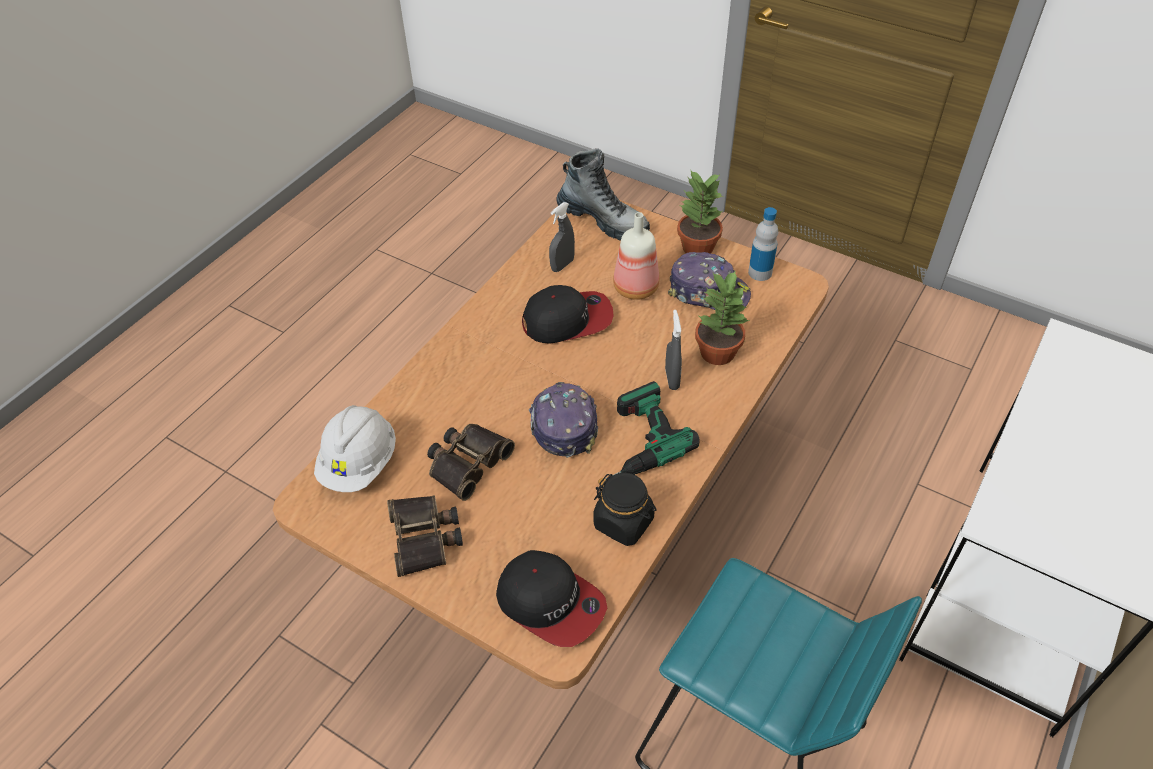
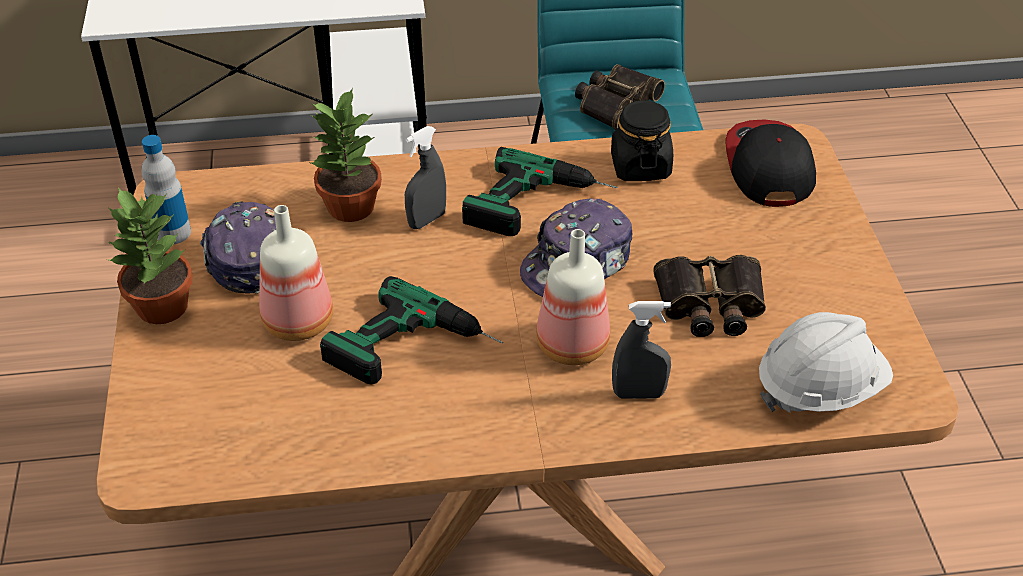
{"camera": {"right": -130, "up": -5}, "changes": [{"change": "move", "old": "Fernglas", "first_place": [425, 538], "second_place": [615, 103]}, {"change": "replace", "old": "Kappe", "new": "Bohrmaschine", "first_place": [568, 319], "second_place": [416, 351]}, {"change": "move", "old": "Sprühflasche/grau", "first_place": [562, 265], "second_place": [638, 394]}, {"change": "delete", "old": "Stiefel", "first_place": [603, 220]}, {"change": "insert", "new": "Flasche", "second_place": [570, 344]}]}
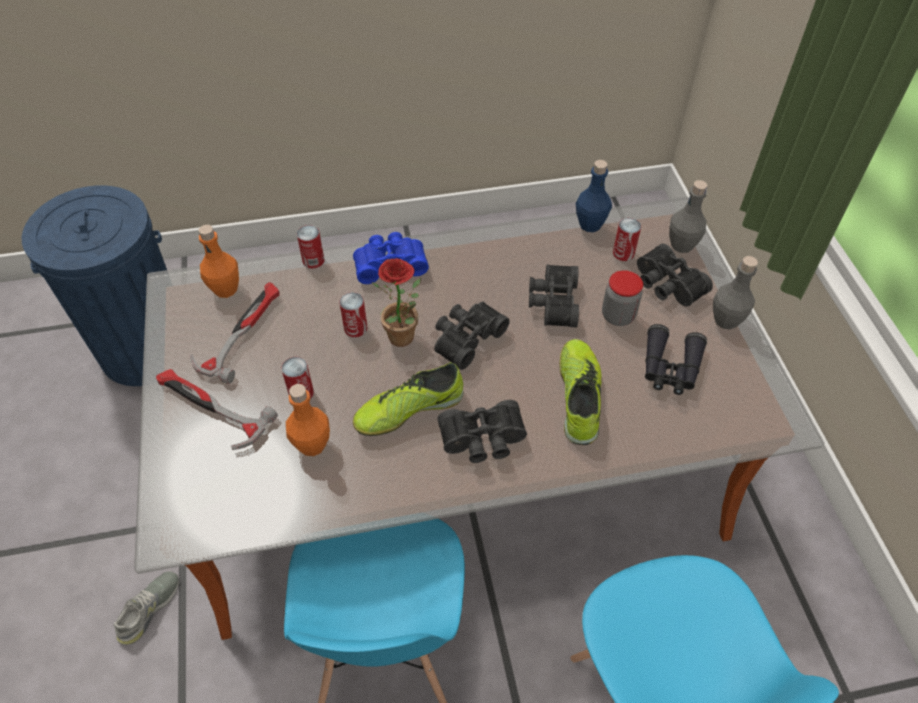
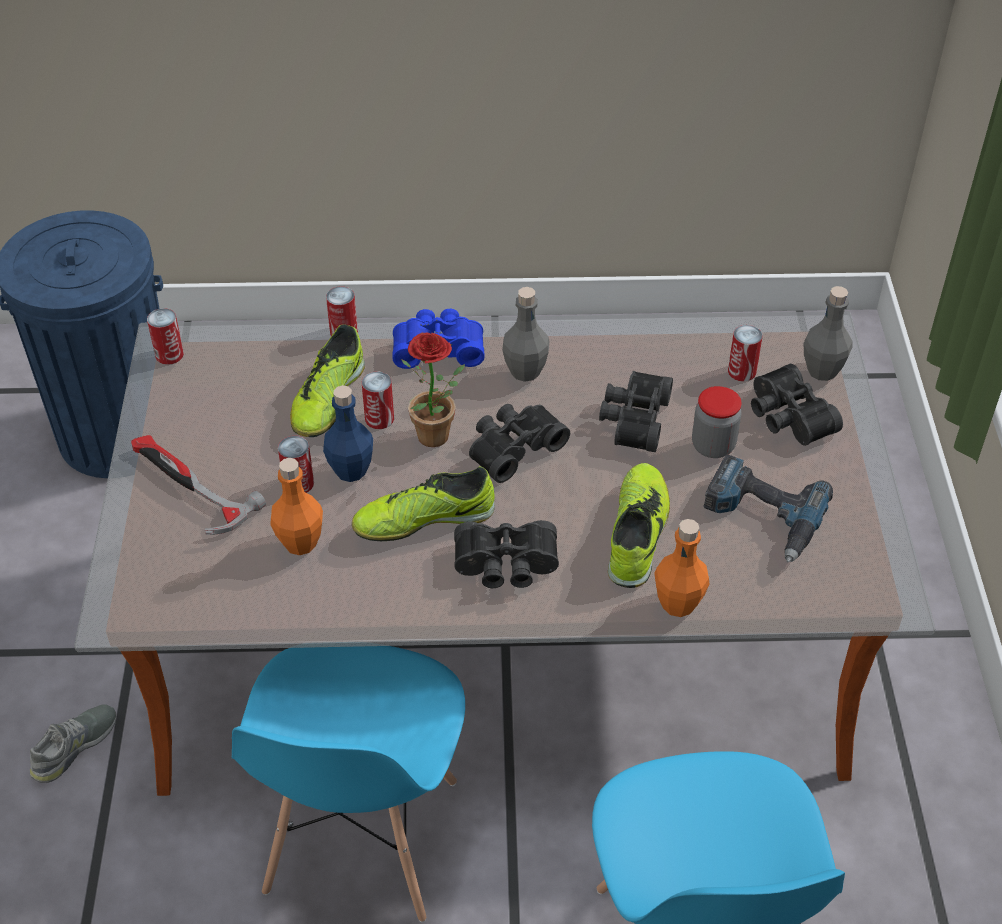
{"camera": {"right": 10, "up": -5}, "changes": [{"change": "delete", "old": "Hammer", "first_place": [241, 332]}, {"change": "move", "old": "Flasche/orange", "first_place": [225, 289], "second_place": [678, 603]}, {"change": "move", "old": "Flasche/blau", "first_place": [590, 225], "second_place": [351, 470]}, {"change": "replace", "old": "Fernglas/schwarz", "new": "Bohrmaschine", "first_place": [670, 368], "second_place": [762, 516]}, {"change": "move", "old": "Flasche/grau", "first_place": [726, 320], "second_place": [525, 371]}, {"change": "insert", "new": "Dose", "second_place": [169, 354]}, {"change": "insert", "new": "Schuh", "second_place": [328, 399]}]}
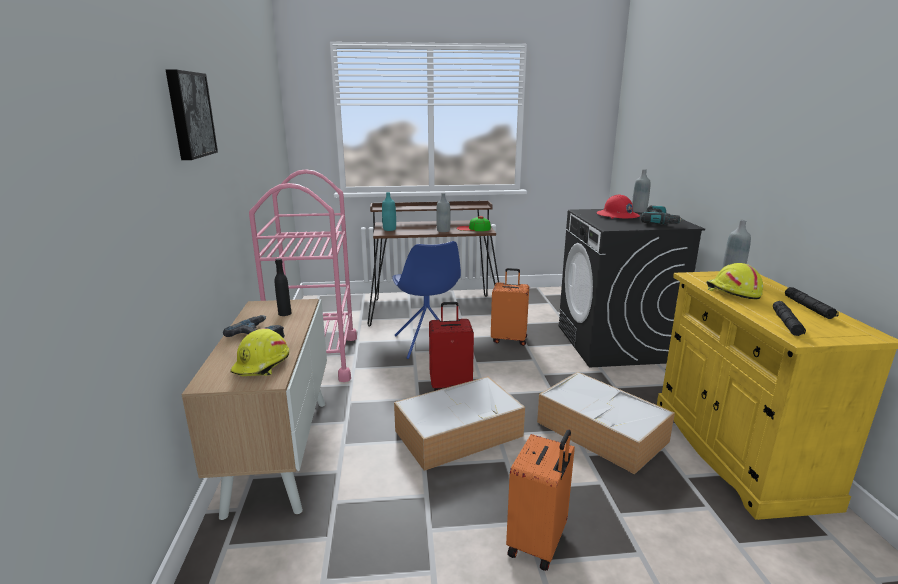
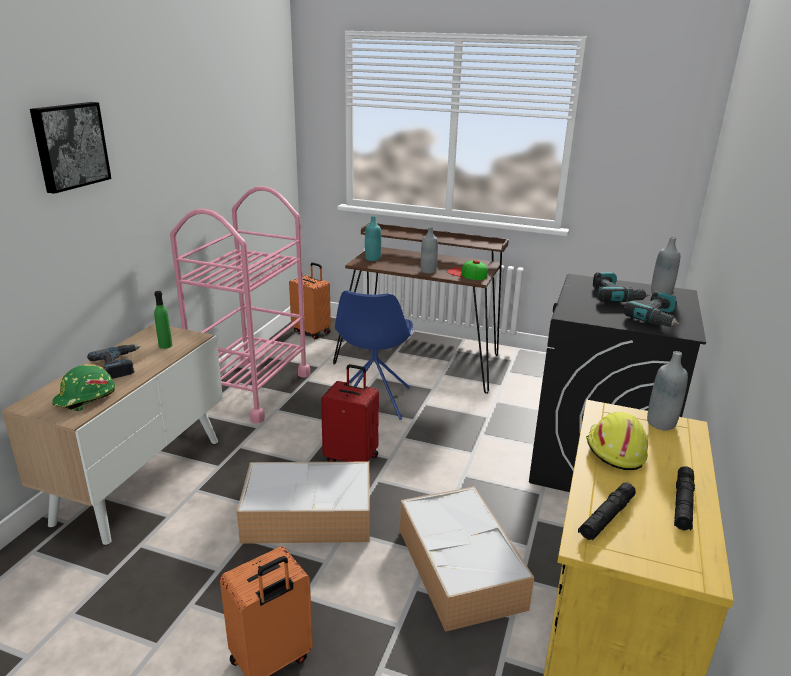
{"camera": {"right": 25, "up": 5}, "changes": [{"change": "recolor", "old": "Schutzhelm/gelb", "new": "Schutzhelm/grün", "first_place": [262, 365], "second_place": [85, 398]}, {"change": "recolor", "old": "Flasche/schwarz", "new": "Flasche/grün", "first_place": [284, 313], "second_place": [165, 345]}, {"change": "move", "old": "Koffer/orange", "first_place": [509, 339], "second_place": [312, 331]}, {"change": "replace", "old": "Schutzhelm/rot", "new": "Bohrmaschine", "first_place": [617, 216], "second_place": [615, 296]}]}
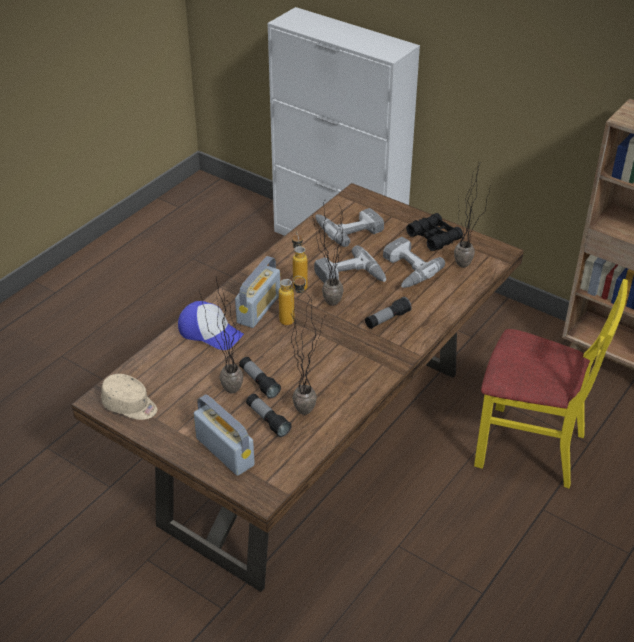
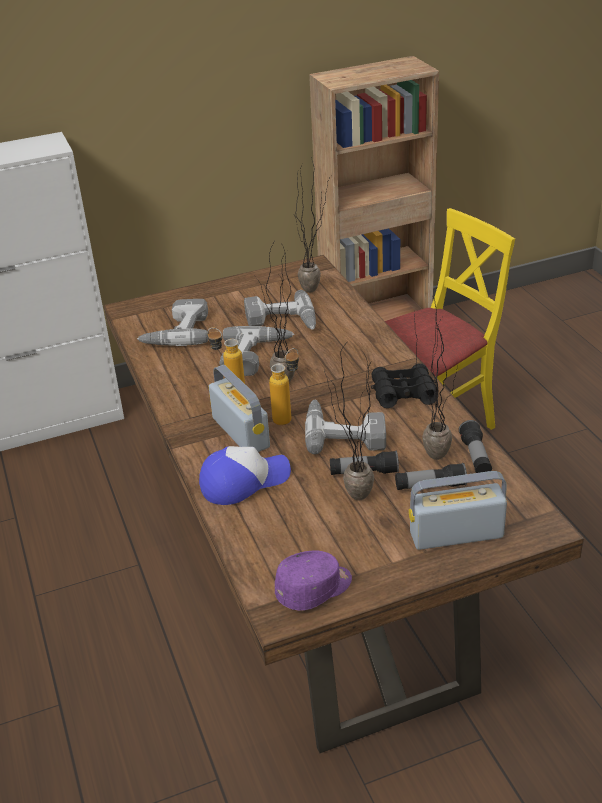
{"camera": {"right": -55, "up": -5}, "changes": [{"change": "recolor", "old": "Kappe/beige", "new": "Kappe/lila", "first_place": [130, 406], "second_place": [314, 589]}, {"change": "move", "old": "Taschenlampe", "first_place": [387, 319], "second_place": [475, 457]}, {"change": "move", "old": "Fernglas/schwarz", "first_place": [434, 237], "second_place": [403, 393]}, {"change": "insert", "new": "Bohrmaschine", "second_place": [345, 432]}]}
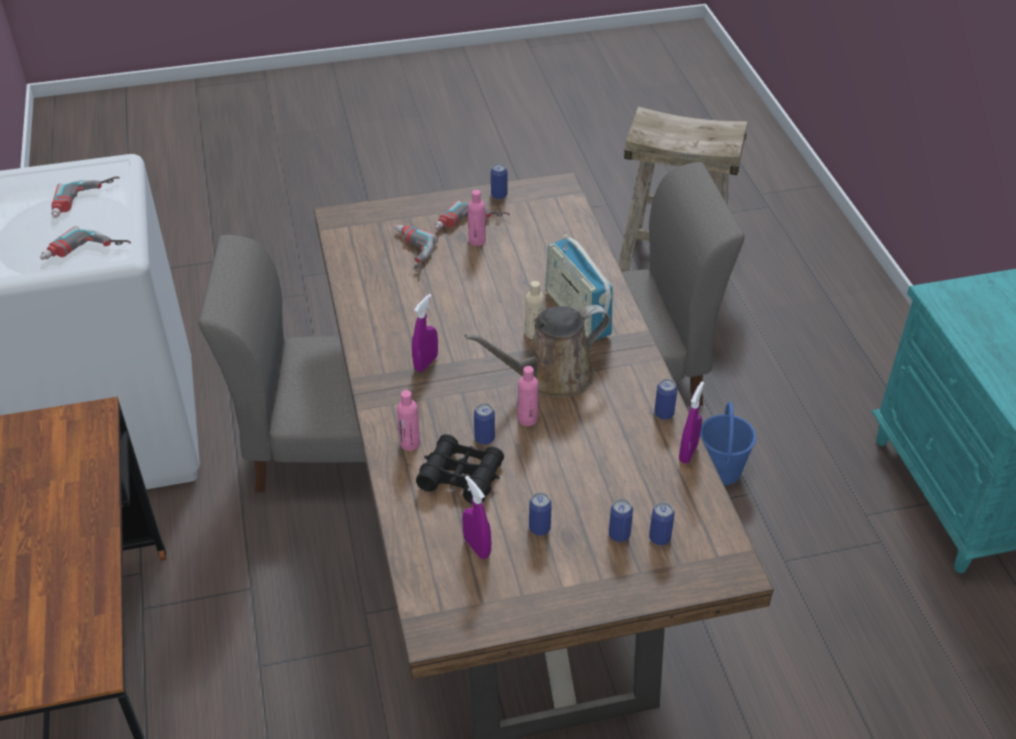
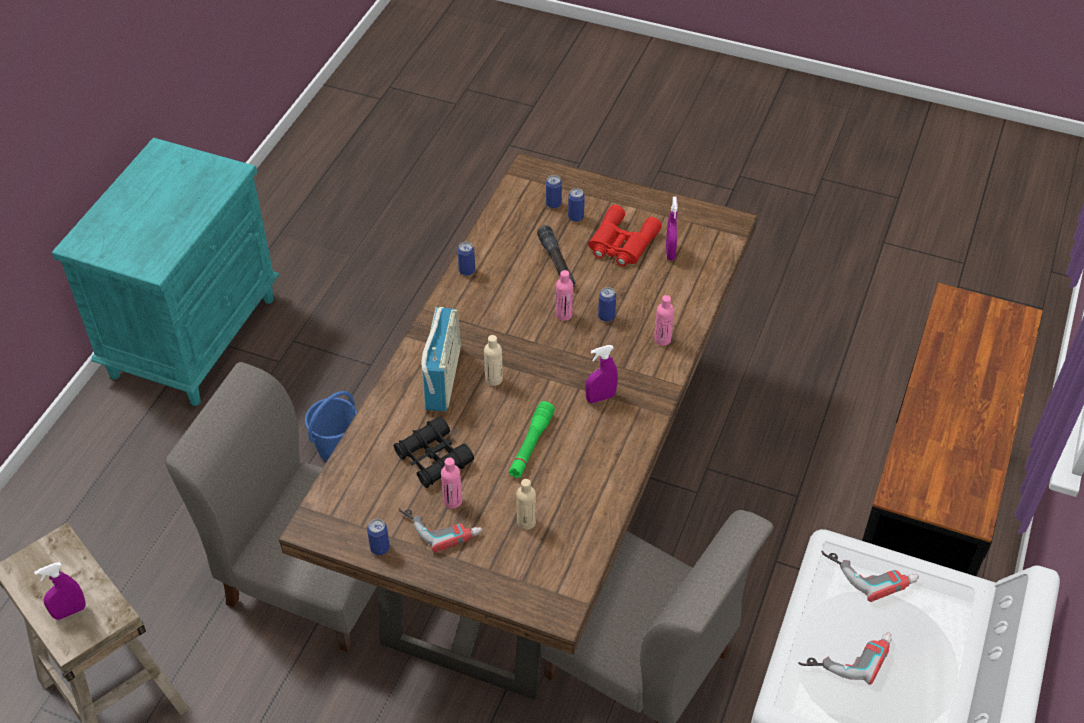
{"camera": {"right": -145, "up": 5}, "changes": [{"change": "replace", "old": "Bohrmaschine", "new": "Flasche/beige", "first_place": [408, 253], "second_place": [526, 522]}, {"change": "move", "old": "Fernglas/schwarz", "first_place": [461, 476], "second_place": [433, 459]}, {"change": "delete", "old": "Gießkanne/braun", "first_place": [551, 377]}, {"change": "replace", "old": "Dose", "new": "Fernglas/rot", "first_place": [539, 528], "second_place": [621, 244]}, {"change": "move", "old": "Sprühflasche/lila", "first_place": [688, 453], "second_place": [70, 611]}, {"change": "insert", "new": "Taschenlampe/grün", "second_place": [531, 445]}, {"change": "insert", "new": "Taschenlampe/schwarz", "second_place": [556, 263]}]}
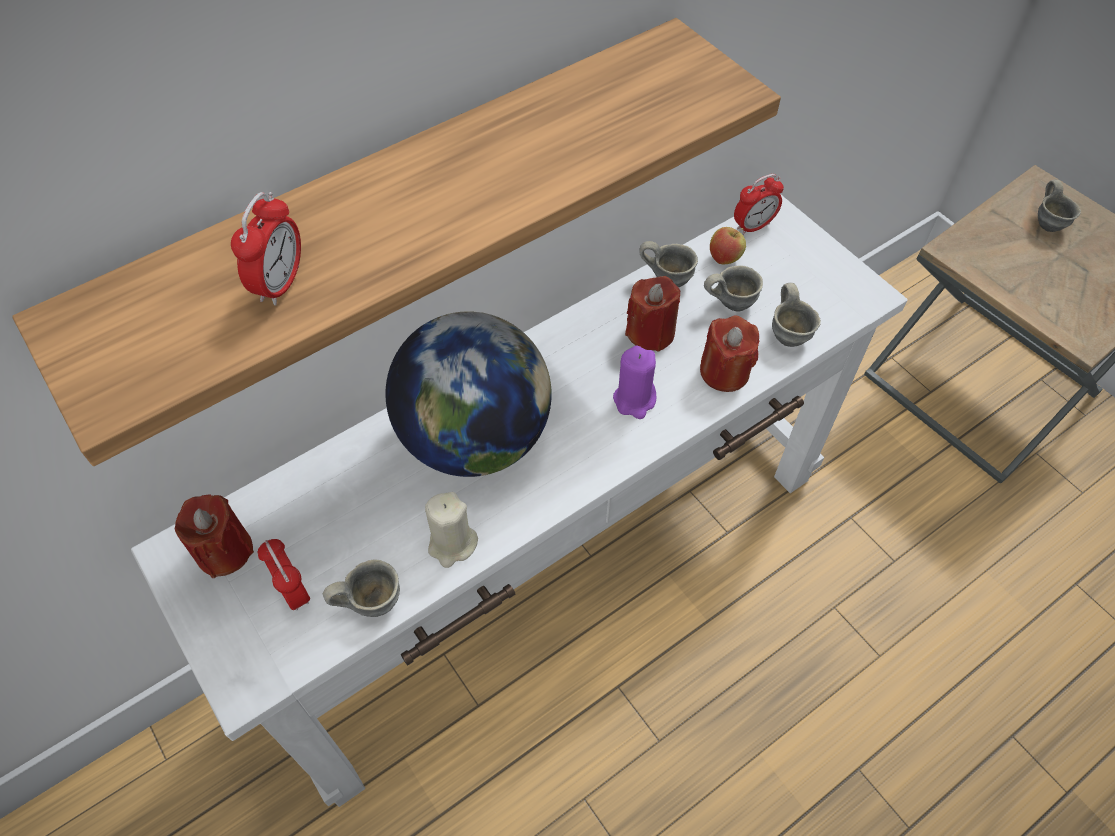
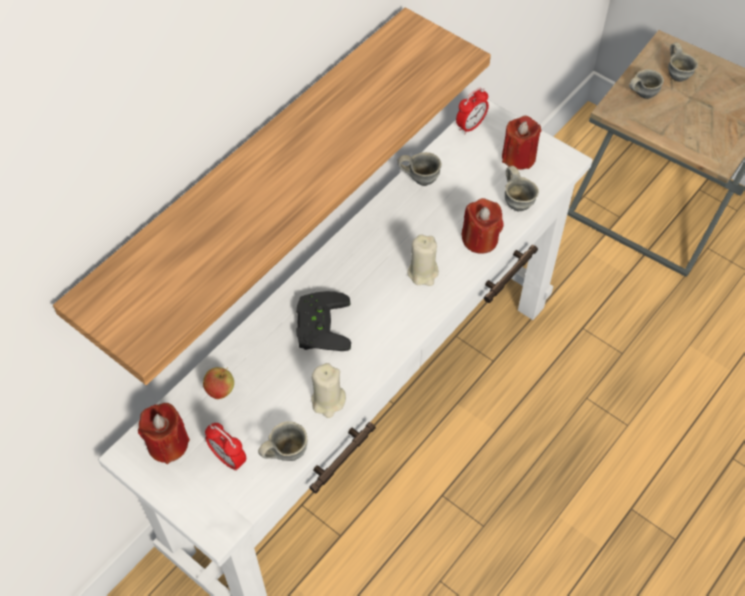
{"camera": {"right": -15, "up": 0}, "changes": [{"change": "delete", "old": "Wecker", "first_place": [280, 283]}, {"change": "replace", "old": "Globus", "new": "Gamepad/schwarz", "first_place": [475, 438], "second_place": [319, 325]}, {"change": "recolor", "old": "Kerze/lila", "new": "Kerze/beige", "first_place": [634, 400], "second_place": [423, 273]}, {"change": "move", "old": "Kerze/rot", "first_place": [650, 332], "second_place": [518, 157]}, {"change": "move", "old": "Henkelbecher/grau", "first_place": [730, 302], "second_place": [641, 94]}, {"change": "move", "old": "Apfel", "first_place": [724, 259], "second_place": [220, 391]}]}
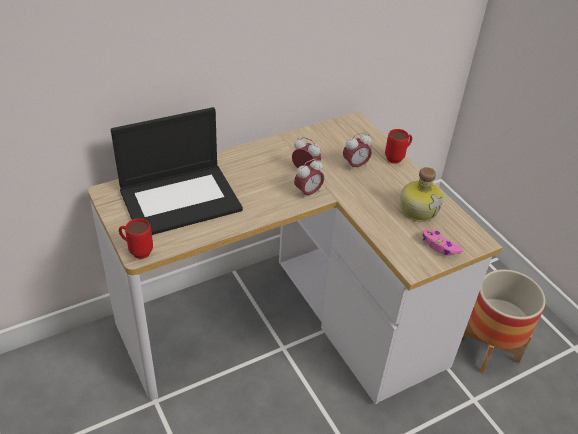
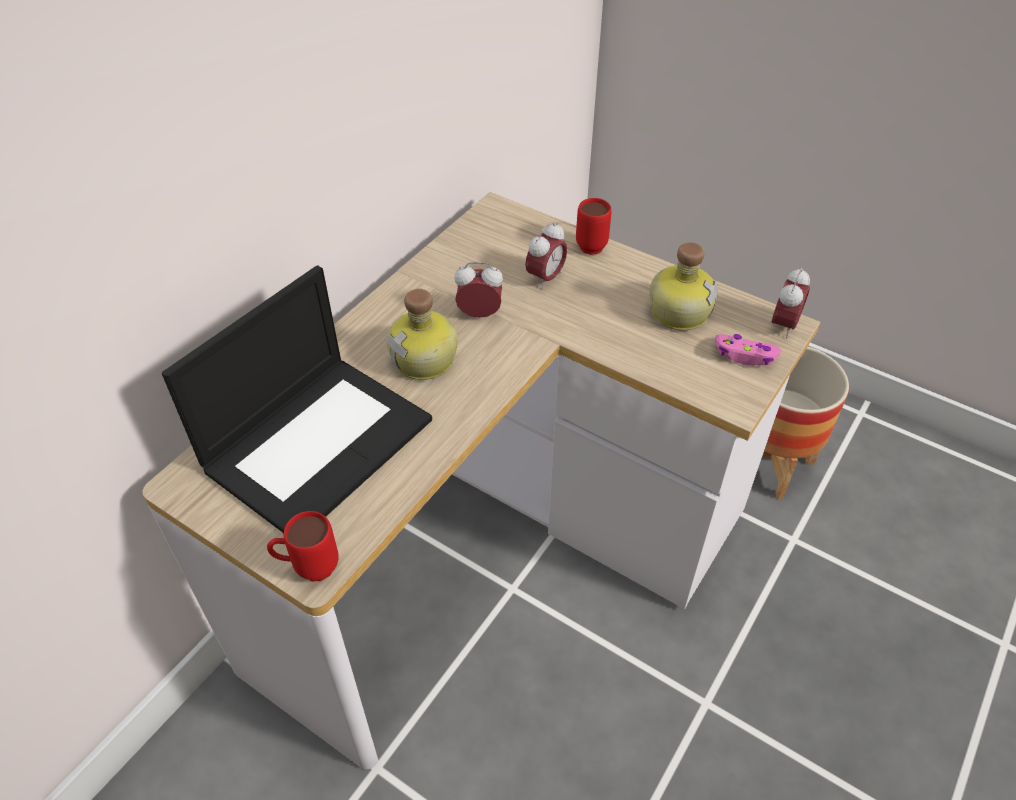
{"camera": {"right": -25, "up": 5}, "changes": [{"change": "move", "old": "Wecker", "first_place": [308, 193], "second_place": [783, 325]}, {"change": "insert", "new": "Flasche", "second_place": [426, 360]}]}
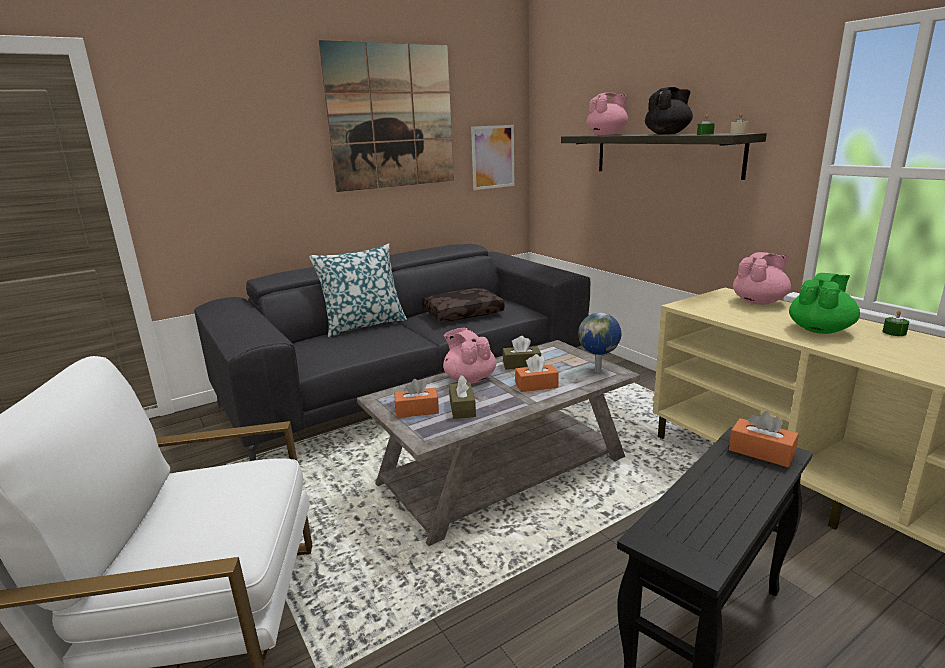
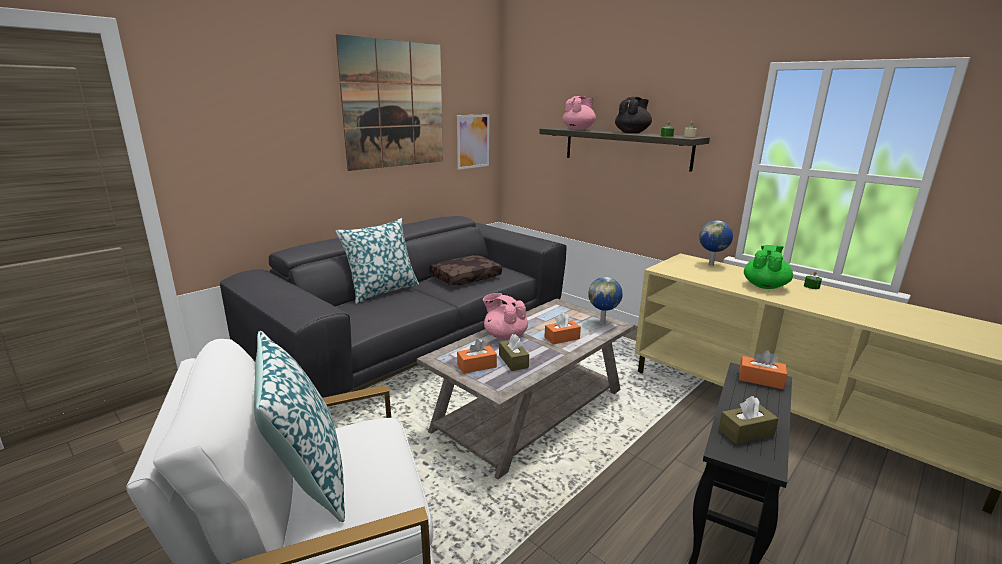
{"camera": {"right": -15, "up": 0}, "changes": [{"change": "move", "old": "Taschentuchbox/braun", "first_place": [521, 364], "second_place": [746, 432]}, {"change": "replace", "old": "Teekanne/rosa", "new": "Globus", "first_place": [759, 302], "second_place": [711, 265]}, {"change": "insert", "new": "Kissen", "second_place": [306, 477]}]}
